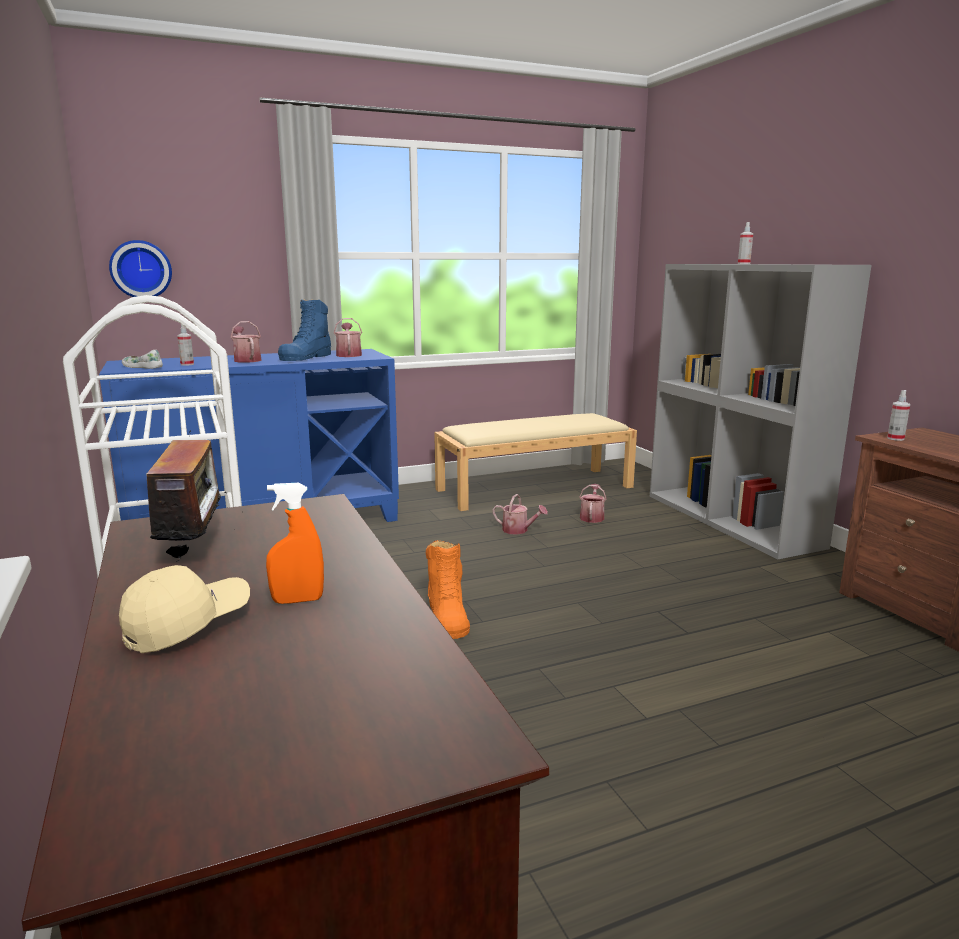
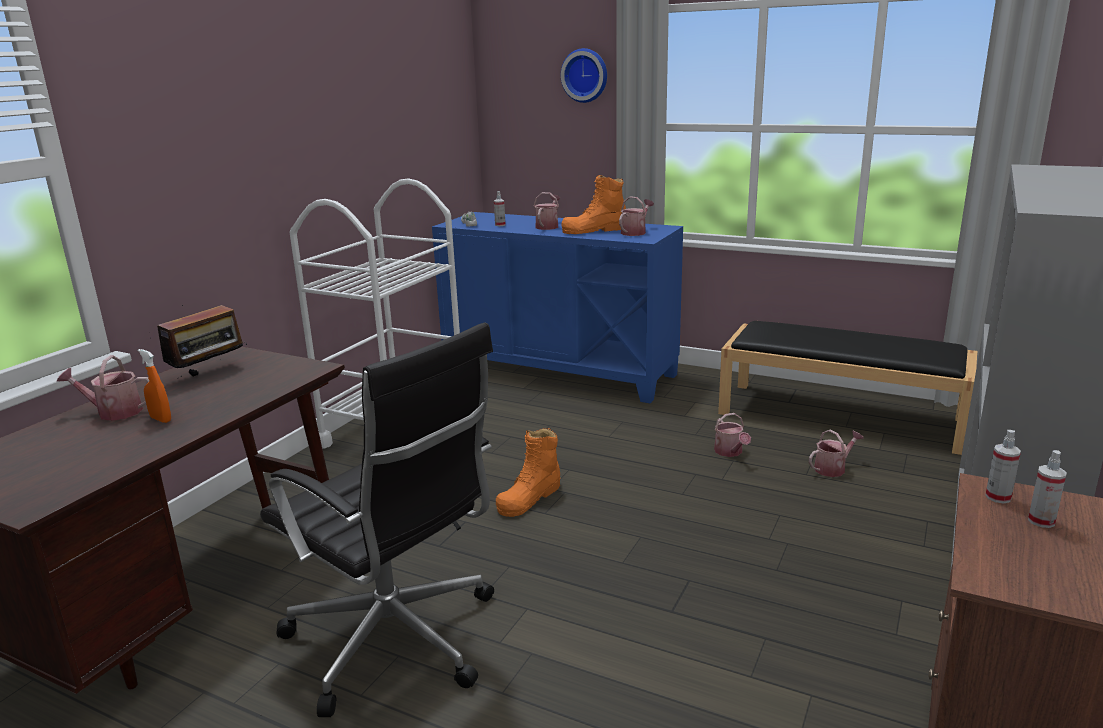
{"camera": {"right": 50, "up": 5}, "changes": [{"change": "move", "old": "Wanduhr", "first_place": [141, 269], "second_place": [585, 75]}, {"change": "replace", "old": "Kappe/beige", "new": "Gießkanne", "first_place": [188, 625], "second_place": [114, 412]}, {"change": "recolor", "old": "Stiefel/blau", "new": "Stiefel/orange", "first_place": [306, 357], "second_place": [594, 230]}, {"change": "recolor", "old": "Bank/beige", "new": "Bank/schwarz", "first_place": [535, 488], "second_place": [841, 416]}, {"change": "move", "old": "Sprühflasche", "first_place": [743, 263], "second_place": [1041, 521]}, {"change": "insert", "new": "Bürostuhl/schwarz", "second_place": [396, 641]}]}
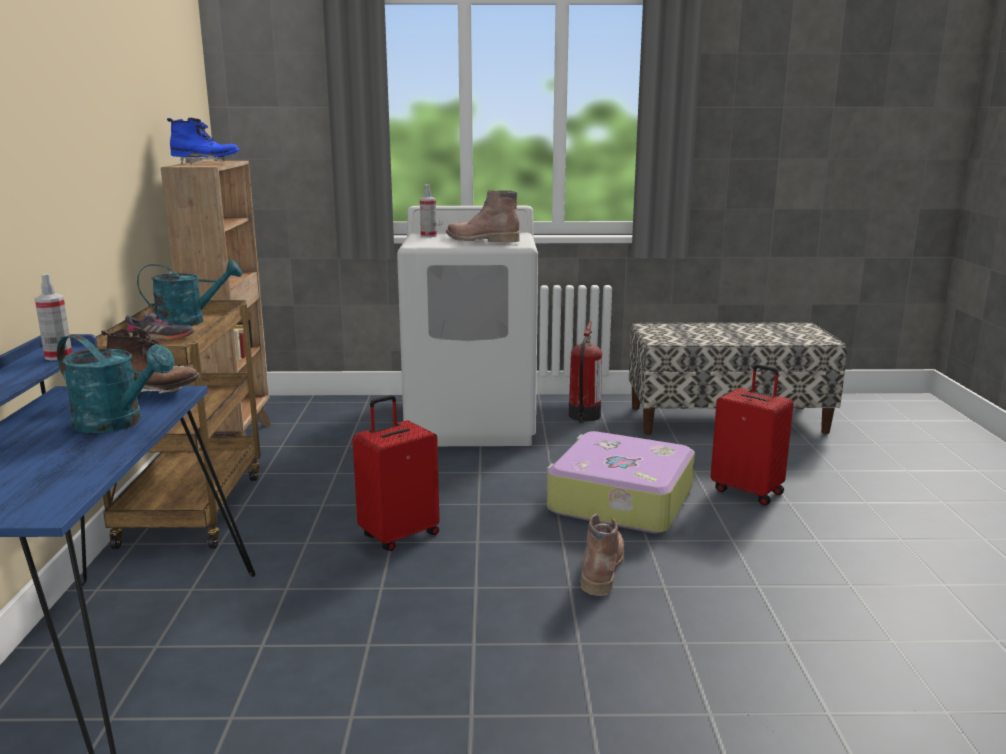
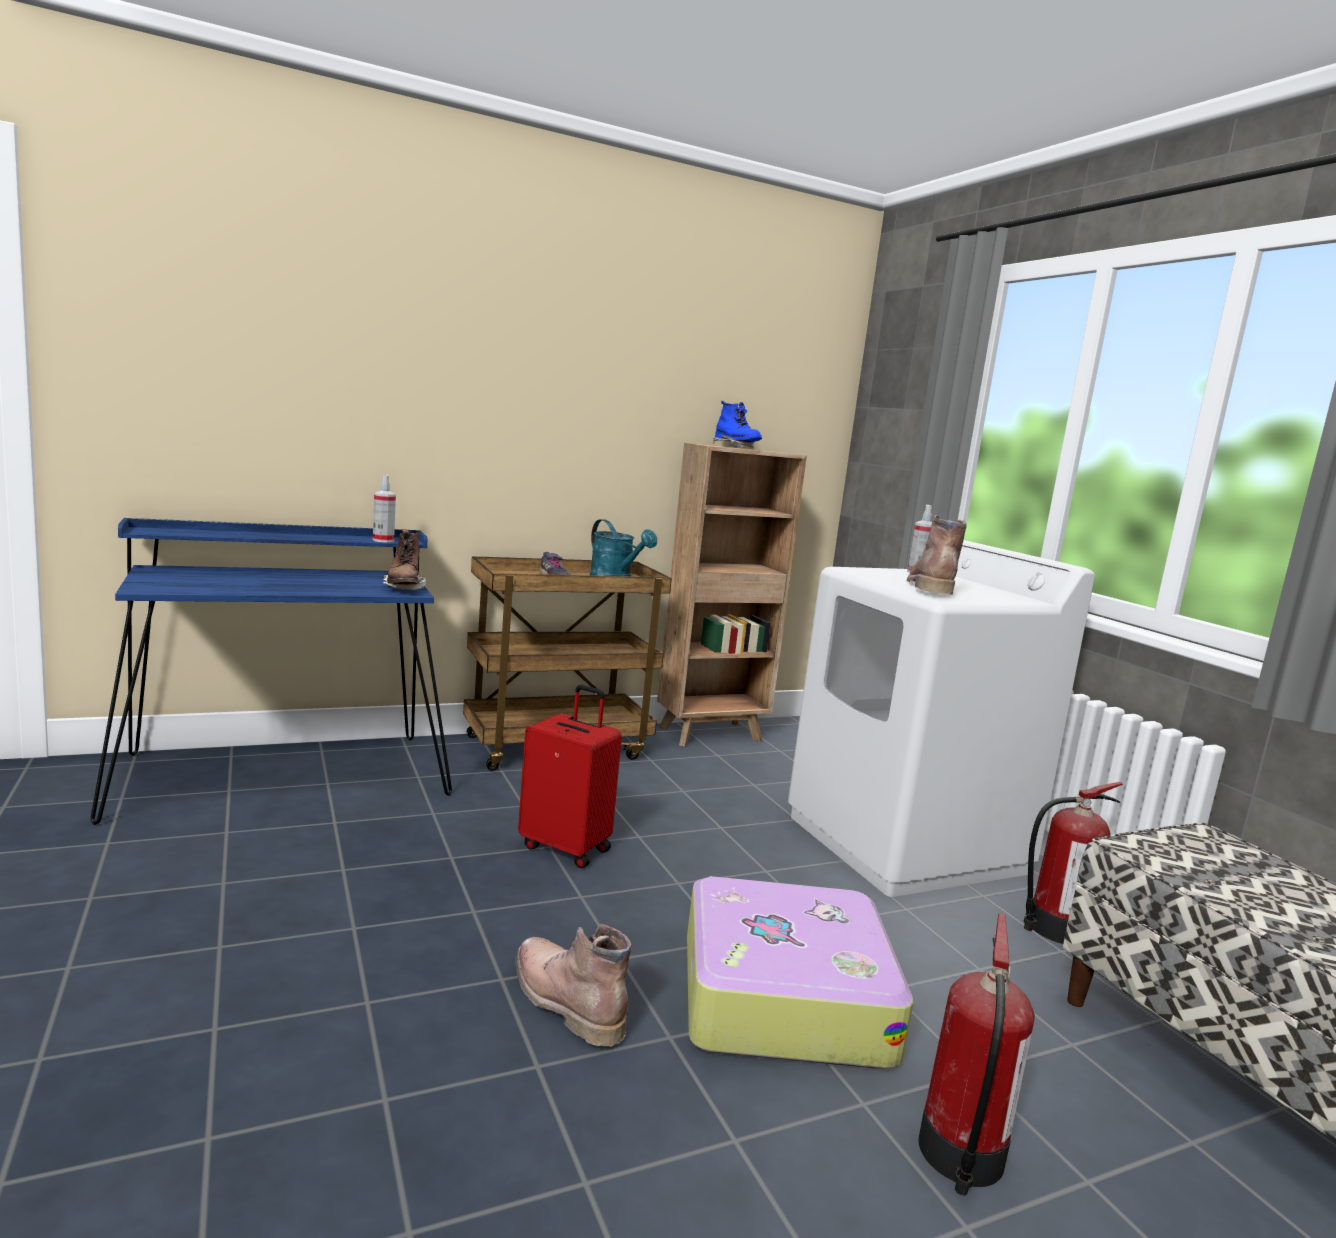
{"camera": {"right": 65, "up": -5}, "changes": [{"change": "delete", "old": "Gießkanne/türkis", "first_place": [118, 423]}, {"change": "rotate", "old": "Stiefel/braun", "first_place": [601, 567], "second_place": [564, 1000], "degrees": -120}, {"change": "replace", "old": "Koffer/rot", "new": "Feuerlöscher", "first_place": [748, 491], "second_place": [960, 1156]}]}
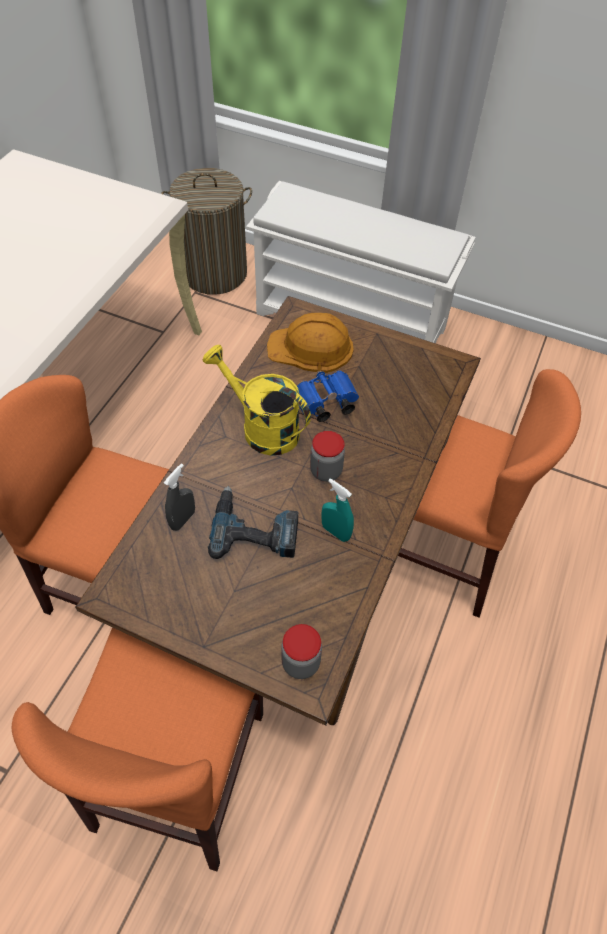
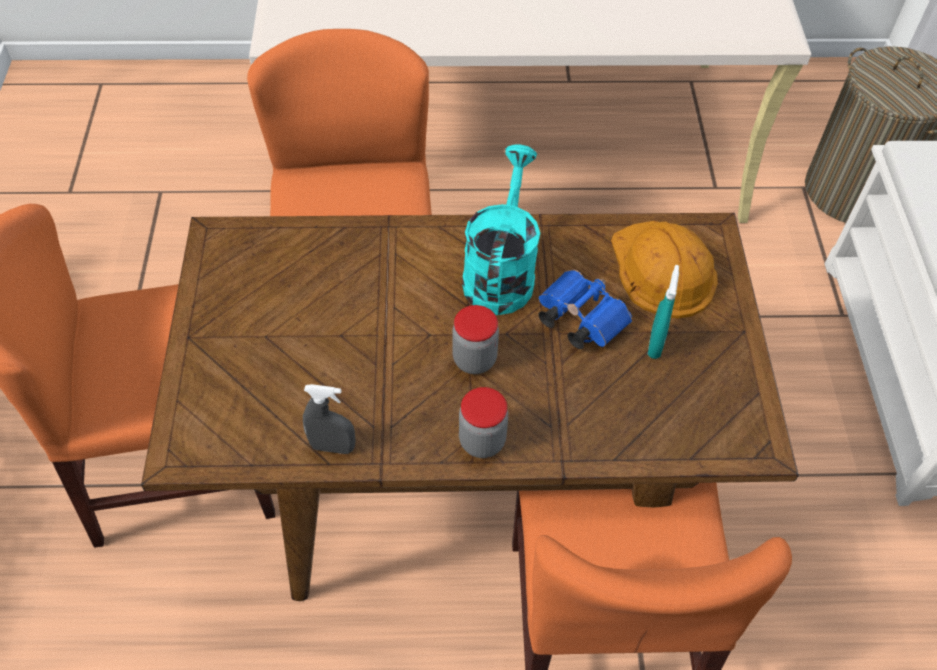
{"camera": {"right": 65, "up": 0}, "changes": [{"change": "move", "old": "Sprühflasche/grau", "first_place": [183, 519], "second_place": [332, 447]}, {"change": "recolor", "old": "Gießkanne/gelb", "new": "Gießkanne/türkis", "first_place": [262, 427], "second_place": [500, 271]}, {"change": "delete", "old": "Bohrmaschine", "first_place": [255, 529]}, {"change": "move", "old": "Vorratsglas", "first_place": [300, 663], "second_place": [482, 441]}, {"change": "move", "old": "Sprühflasche/türkis", "first_place": [335, 532], "second_place": [655, 344]}]}
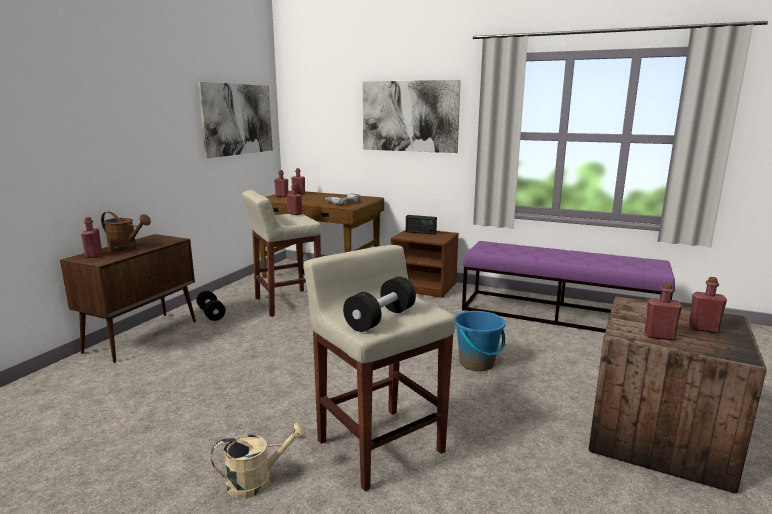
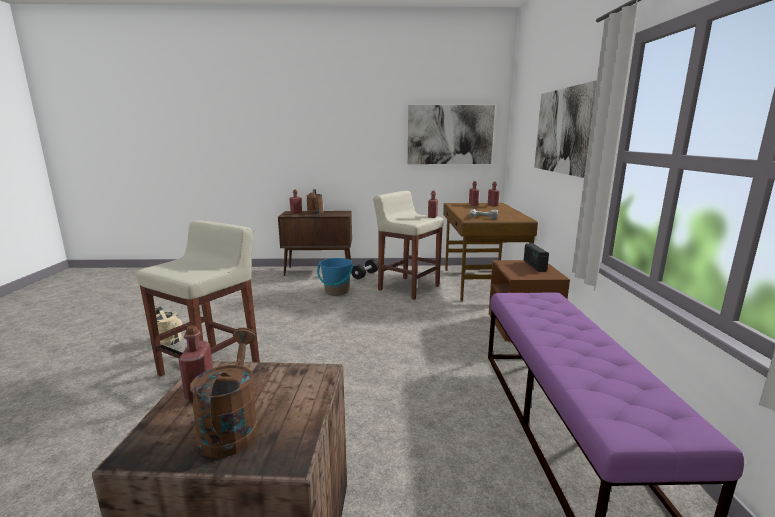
{"camera": {"right": 65, "up": 0}, "changes": [{"change": "delete", "old": "Hantel/schwarz", "first_place": [380, 319]}, {"change": "move", "old": "Eimer/blau", "first_place": [477, 363], "second_place": [336, 291]}, {"change": "replace", "old": "Flasche/rot", "new": "Gießkanne/braun", "first_place": [703, 329], "second_place": [231, 426]}]}
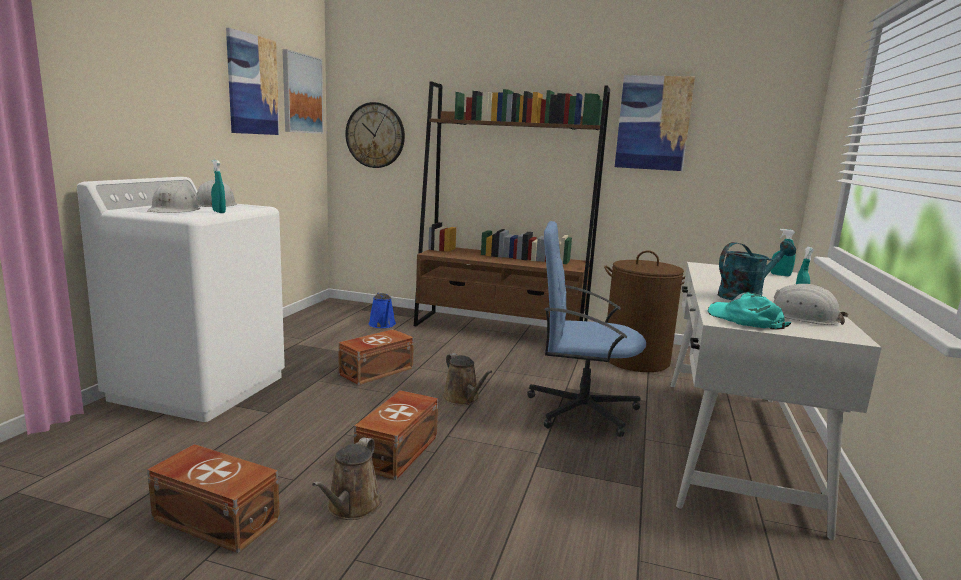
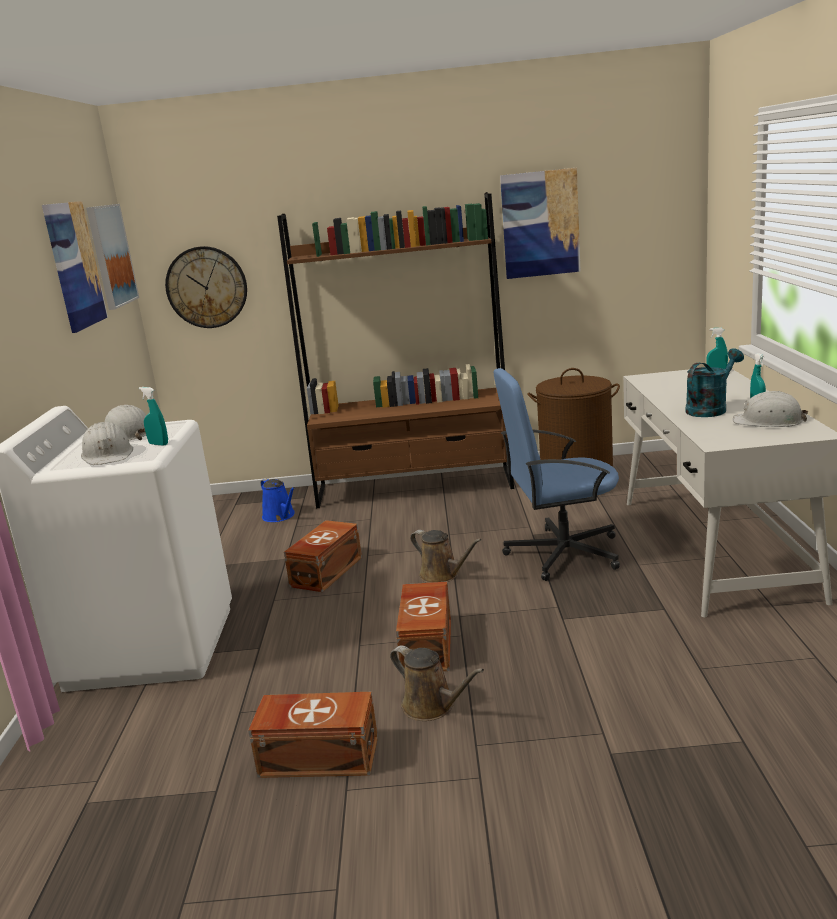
{"camera": {"right": -15, "up": 5}, "changes": [{"change": "rotate", "old": "Gießkanne/braun", "first_place": [351, 507], "second_place": [432, 706], "degrees": -45}, {"change": "delete", "old": "Kappe/türkis", "first_place": [745, 319]}]}
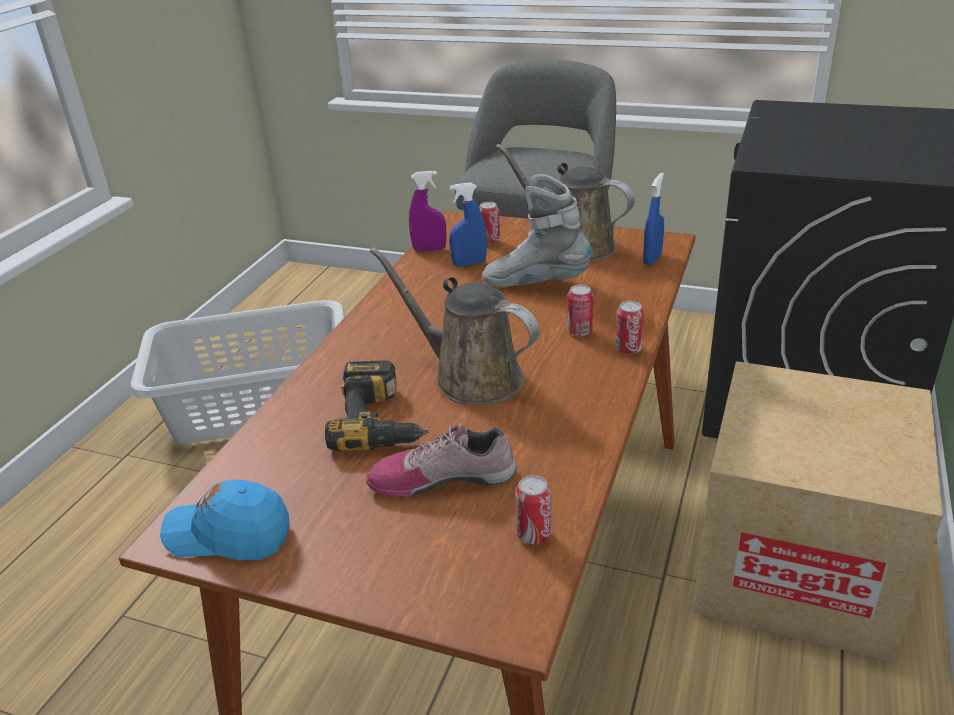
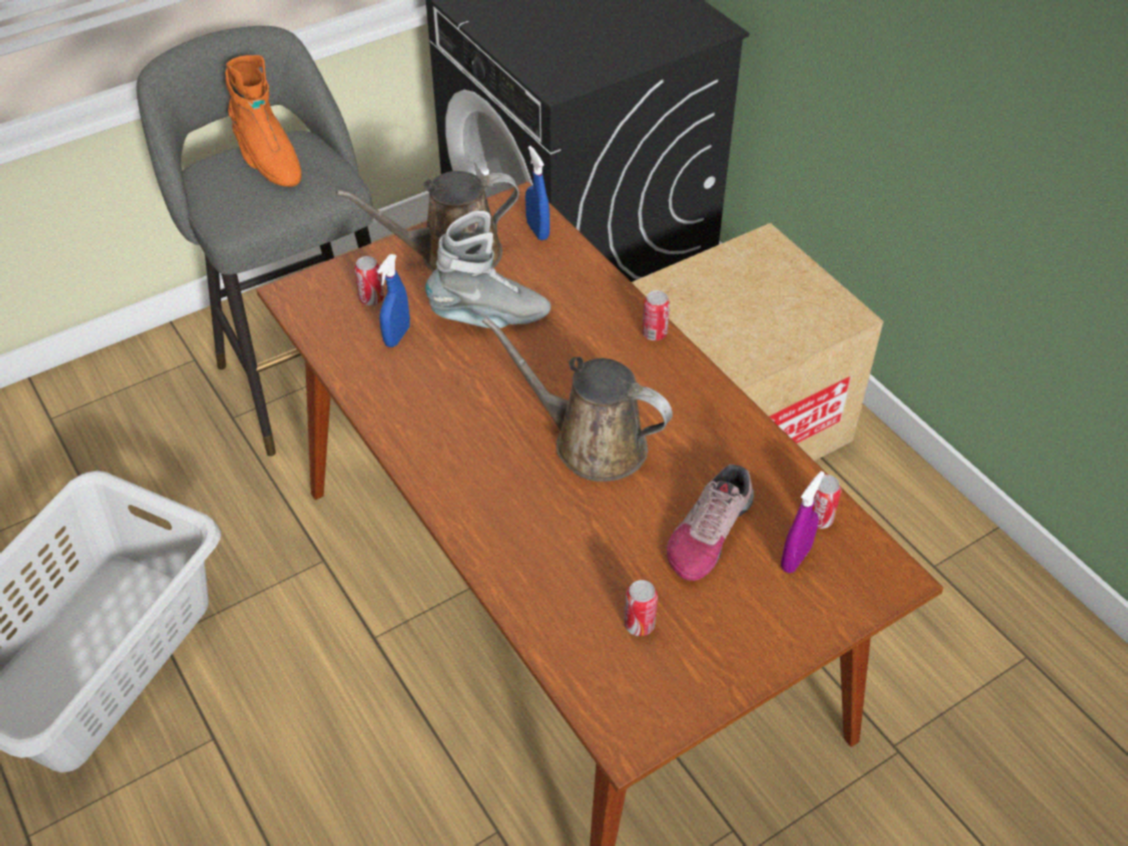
{"camera": {"right": -55, "up": 15}, "changes": [{"change": "delete", "old": "Kappe/blau", "first_place": [229, 535]}, {"change": "delete", "old": "Bohrmaschine", "first_place": [382, 420]}, {"change": "rotate", "old": "Gießkanne/braun", "first_place": [470, 377], "second_place": [591, 443], "degrees": 45}, {"change": "move", "old": "Sprühflasche/lila", "first_place": [429, 250], "second_place": [795, 558]}, {"change": "rotate", "old": "Stiefel/grau", "first_place": [536, 283], "second_place": [490, 318], "degrees": -150}, {"change": "move", "old": "Dose", "first_place": [579, 331], "second_place": [639, 624]}, {"change": "insert", "new": "Stiefel/orange", "second_place": [268, 161]}]}
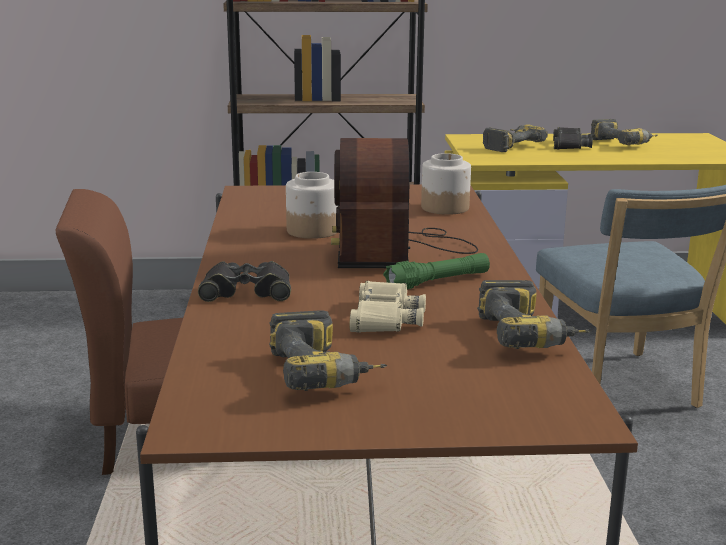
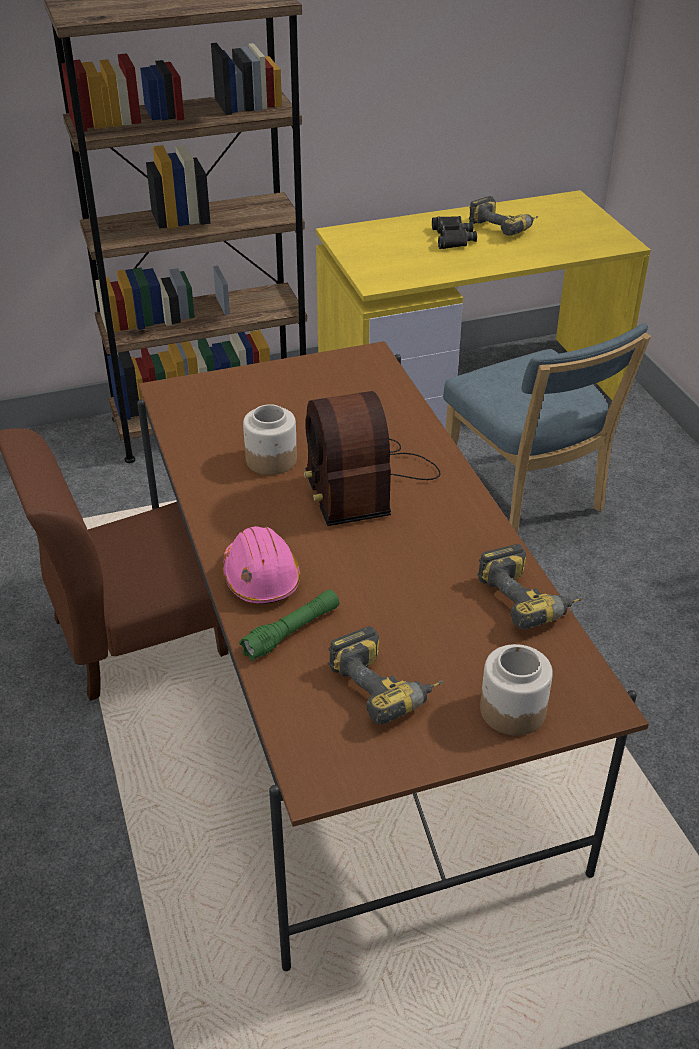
{"camera": {"right": -15, "up": 20}, "changes": [{"change": "replace", "old": "Fernglas/schwarz", "new": "Schutzhelm/rosa", "first_place": [246, 291], "second_place": [261, 578]}, {"change": "delete", "old": "Fernglas/beige", "first_place": [385, 318]}, {"change": "move", "old": "Taschenlampe/grün", "first_place": [437, 282], "second_place": [291, 632]}, {"change": "move", "old": "Vorratsglas", "first_place": [445, 208], "second_place": [512, 710]}, {"change": "delete", "old": "Bohrmaschine", "first_place": [510, 146]}]}
